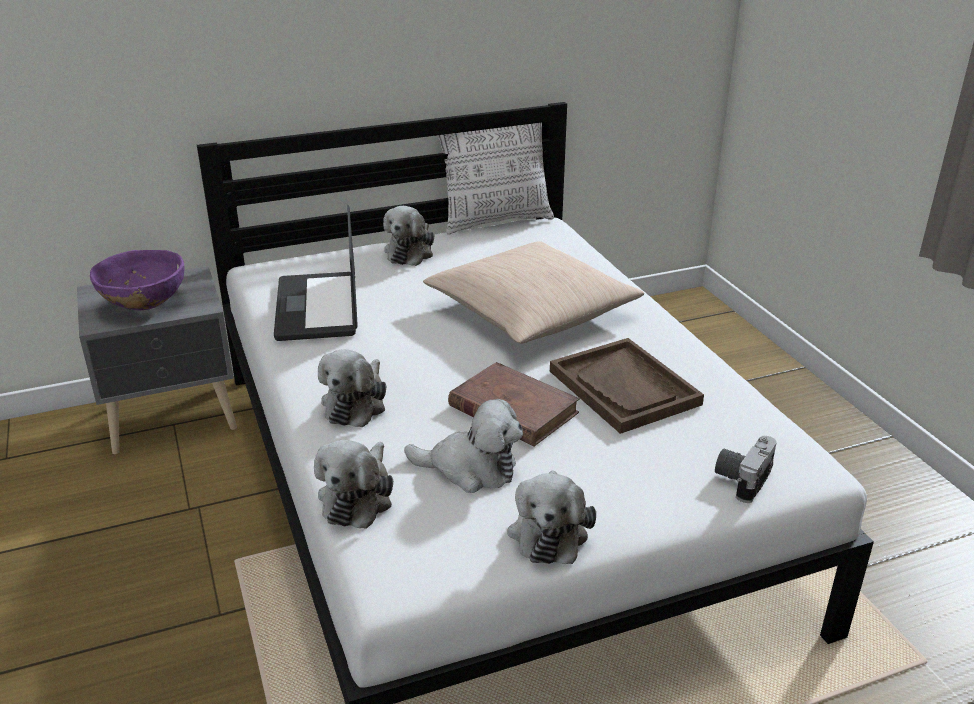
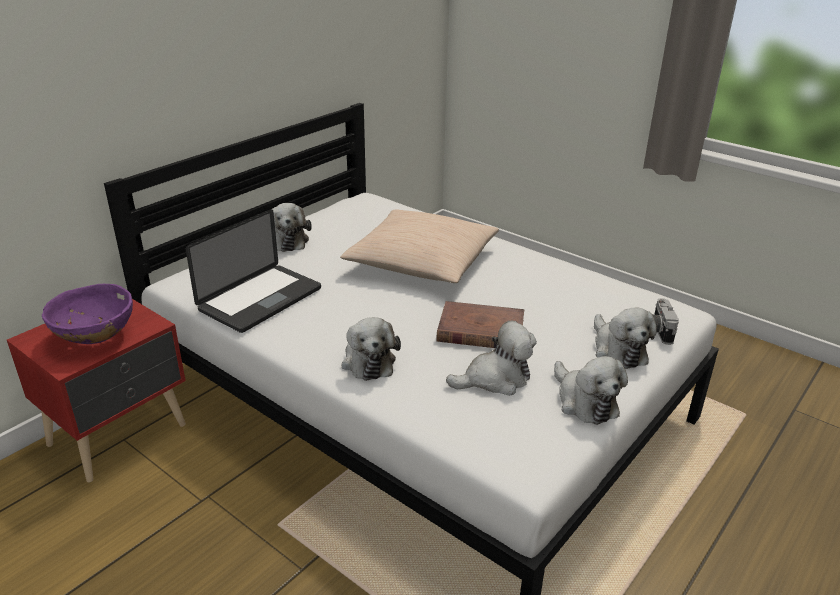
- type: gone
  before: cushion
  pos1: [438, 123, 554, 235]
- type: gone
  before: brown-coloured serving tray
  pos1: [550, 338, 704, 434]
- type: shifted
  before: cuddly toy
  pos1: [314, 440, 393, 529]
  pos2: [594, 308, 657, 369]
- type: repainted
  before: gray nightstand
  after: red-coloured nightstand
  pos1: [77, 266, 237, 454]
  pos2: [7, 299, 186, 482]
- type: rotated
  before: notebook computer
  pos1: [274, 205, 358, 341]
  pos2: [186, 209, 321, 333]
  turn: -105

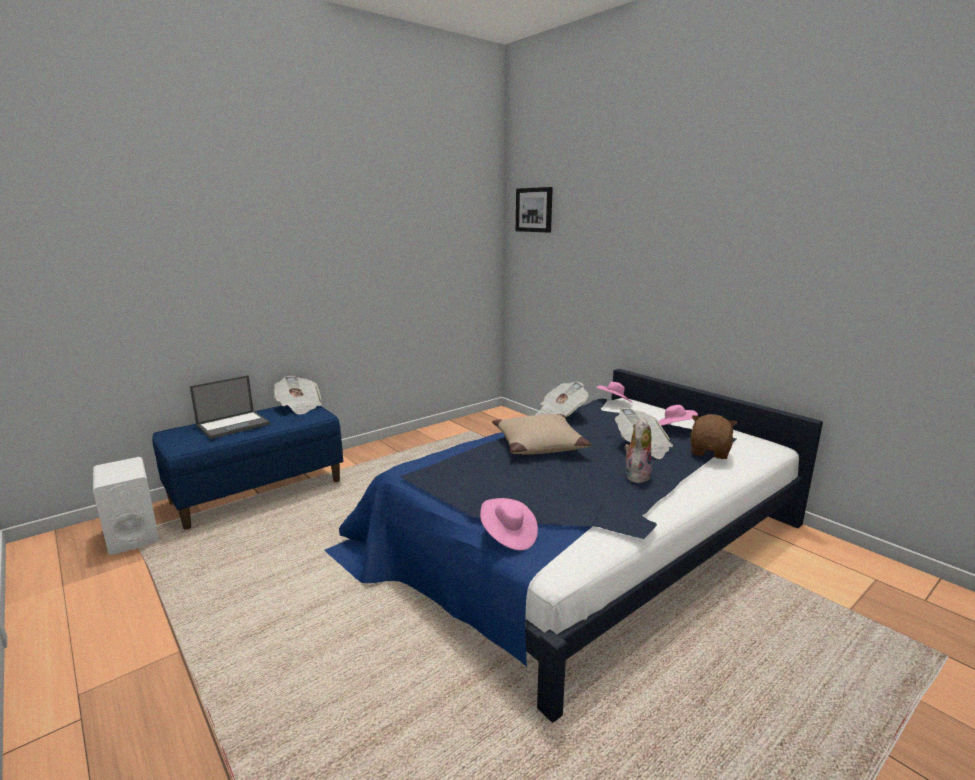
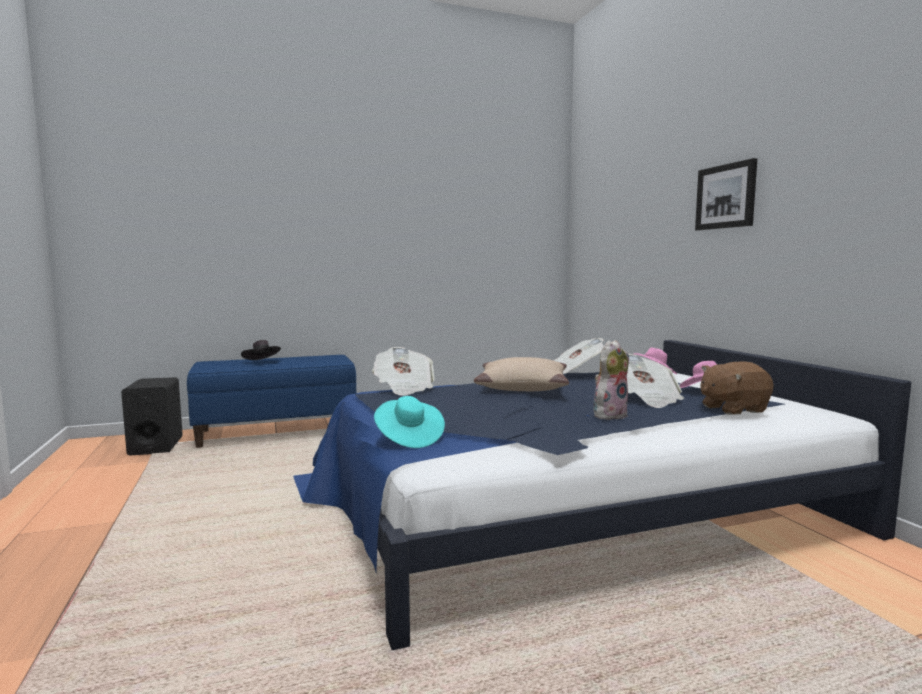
- type: shifted
  before: printed paper
  pos1: [274, 376, 322, 415]
  pos2: [372, 347, 434, 396]
- type: shifted
  before: wall picture
  pos1: [516, 187, 553, 233]
  pos2: [695, 158, 757, 230]
- type: swapped
  before: notebook computer
  after: blackish wearable hat
  pos1: [190, 375, 270, 439]
  pos2: [241, 340, 281, 360]
- type: repainted
  before: whitish audio speaker
  after: blackish audio speaker
  pos1: [93, 457, 159, 555]
  pos2: [121, 377, 183, 456]
- type: repainted
  before: pink wearable hat
  after: blue-green wearable hat
  pos1: [480, 498, 538, 550]
  pos2: [374, 396, 445, 448]
- type: rotated
  before: brown-coloured cuddly toy
  pos1: [691, 414, 737, 459]
  pos2: [700, 362, 774, 415]
  turn: -150

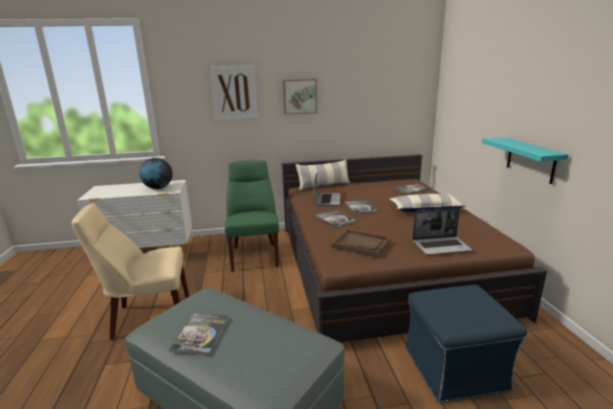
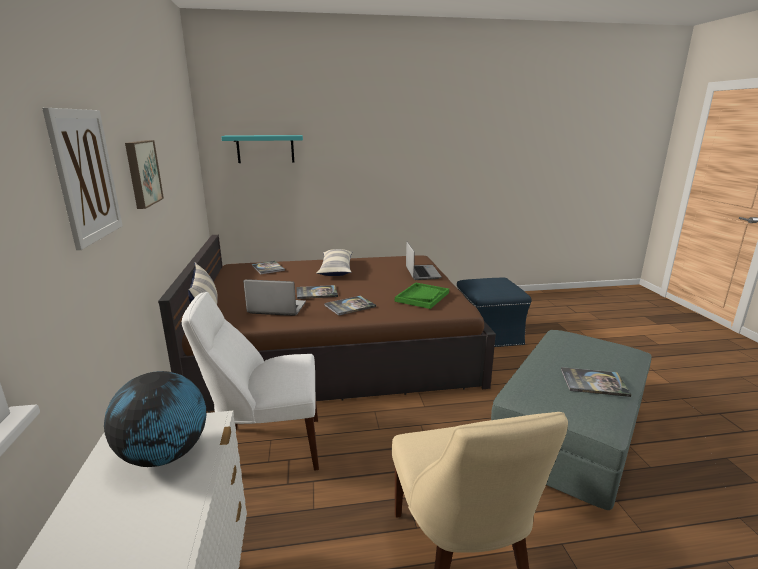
- type: shifted
  before: blue-green bracket shelf
  pos1: [482, 137, 569, 184]
  pos2: [221, 135, 303, 163]
- type: repainted
  before: green-coloured plain chair
  after: whitish plain chair
  pos1: [225, 160, 279, 272]
  pos2: [182, 292, 319, 470]
- type: repainted
  before: brown-coloured serving tray
  after: green-coloured serving tray
  pos1: [331, 229, 390, 257]
  pos2: [395, 282, 449, 309]

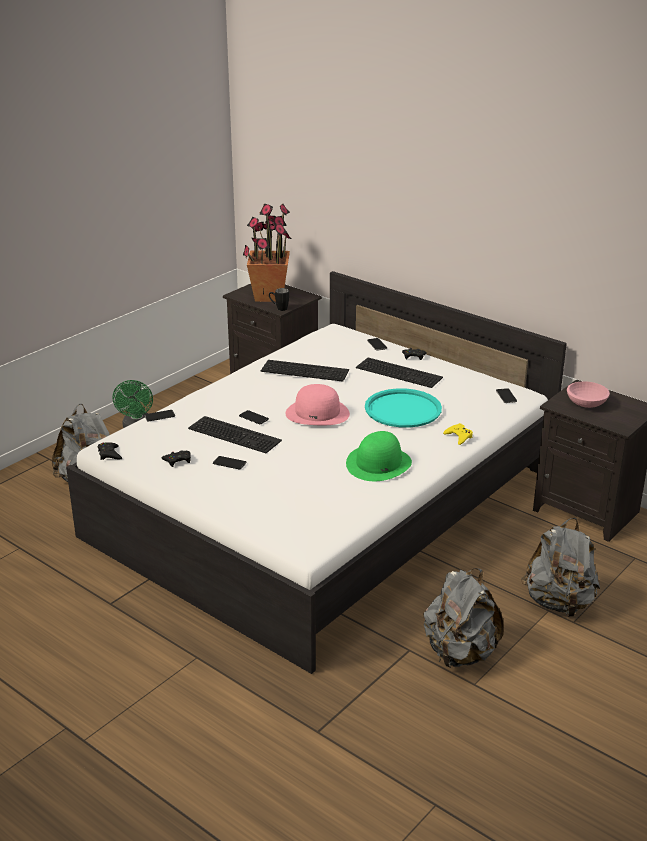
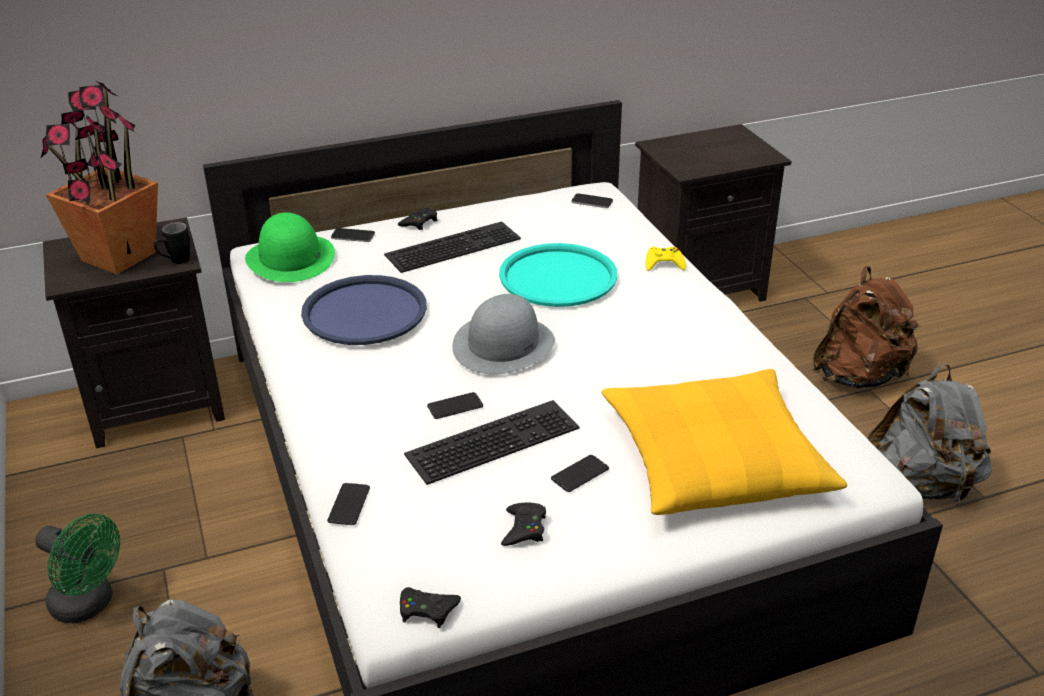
- type: gone
  before: pink bowl
  pos1: [567, 381, 610, 408]
- type: new
  after: yellow cushion
  pos2: [601, 369, 847, 515]
- type: shifted
  before: green-coloured wearable hat
  pos1: [346, 431, 412, 481]
  pos2: [245, 212, 335, 282]
- type: swapped
  before: computer keyboard
  after: bluish serving tray
  pos1: [261, 360, 349, 382]
  pos2: [301, 275, 427, 345]
- type: repainted
  before: pink wearable hat
  after: gray wearable hat
  pos1: [286, 384, 350, 425]
  pos2: [452, 294, 555, 375]
- type: repainted
  before: gray knapsack
  after: brown-coloured knapsack
  pos1: [521, 518, 600, 617]
  pos2: [813, 266, 921, 388]

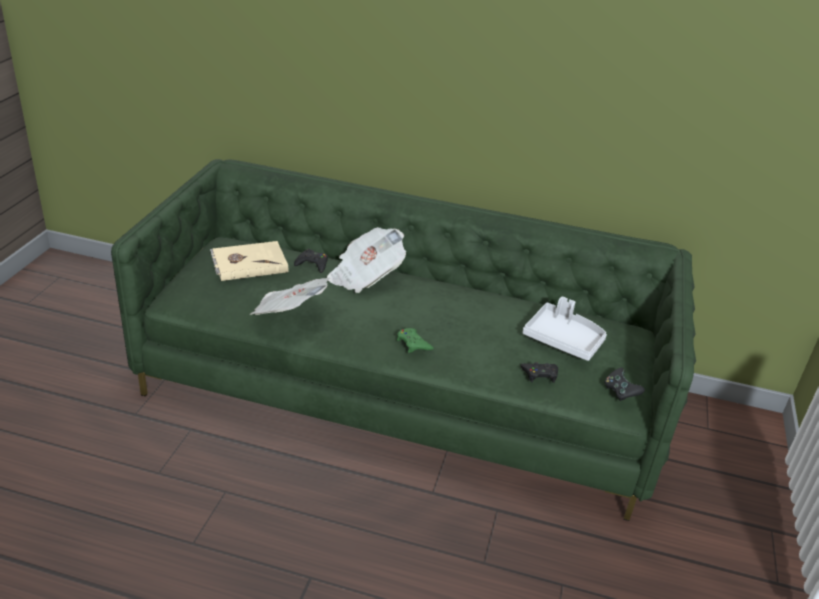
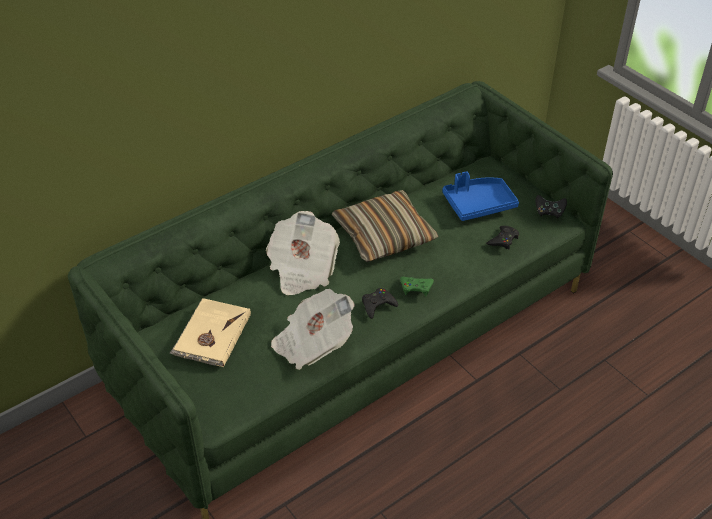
- type: new
  after: cushion
  pos2: [332, 190, 439, 262]
- type: shifted
  before: blackish gamepad
  pos1: [294, 249, 328, 273]
  pos2: [362, 288, 398, 319]
- type: repainted
  before: gray serving tray
  after: bluish serving tray
  pos1: [523, 297, 607, 361]
  pos2: [442, 171, 519, 221]

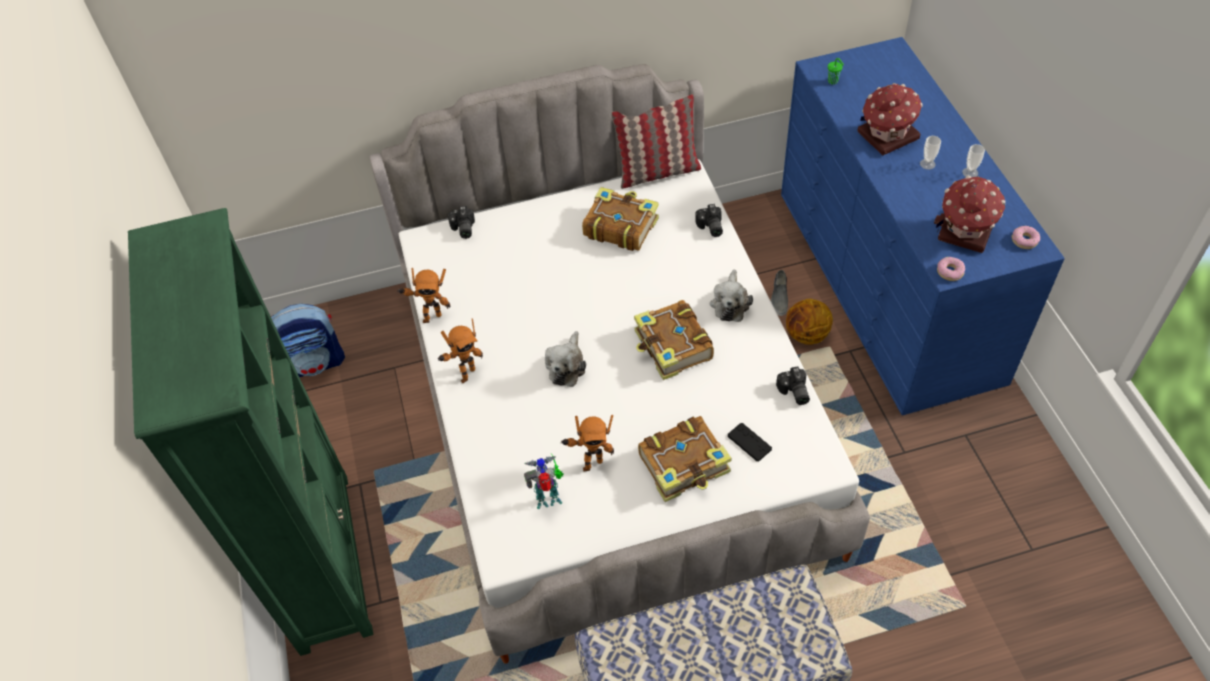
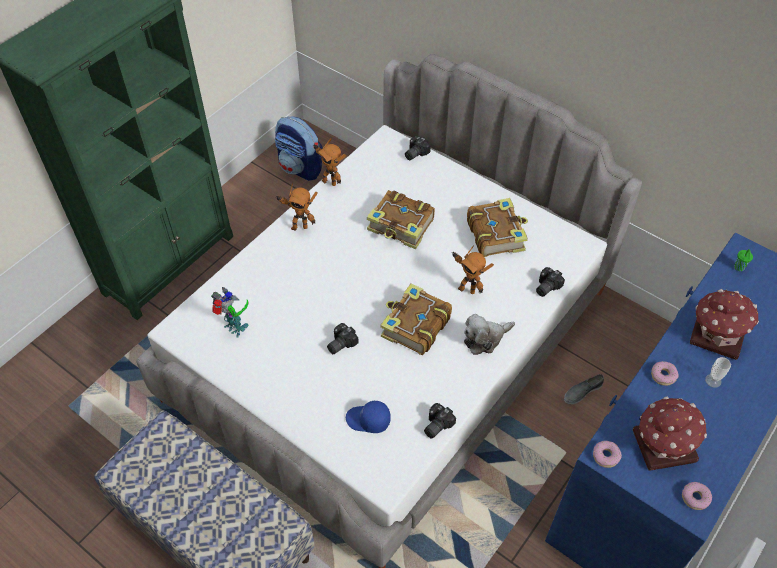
- type: gone
  before: cuddly toy
  pos1: [545, 331, 586, 387]
- type: gone
  before: cushion
  pos1: [612, 94, 701, 189]
- type: gone
  before: ball for basketball
  pos1: [786, 299, 833, 345]
- type: gone
  before: drinking cup
  pos1: [962, 144, 985, 177]
- type: new
  after: still camera
  pos2: [327, 323, 359, 354]
- type: new
  after: ring doughnut
  pos2: [651, 361, 678, 386]
- type: shifted
  before: robot figure
  pos1: [561, 415, 614, 471]
  pos2: [452, 245, 494, 294]
- type: shifted
  before: book
  pos1: [638, 416, 732, 502]
  pos2: [367, 190, 435, 249]
- type: swapped
  before: blackish gamepad
  after: bluish cap
  pos1: [728, 423, 772, 462]
  pos2: [346, 401, 391, 433]

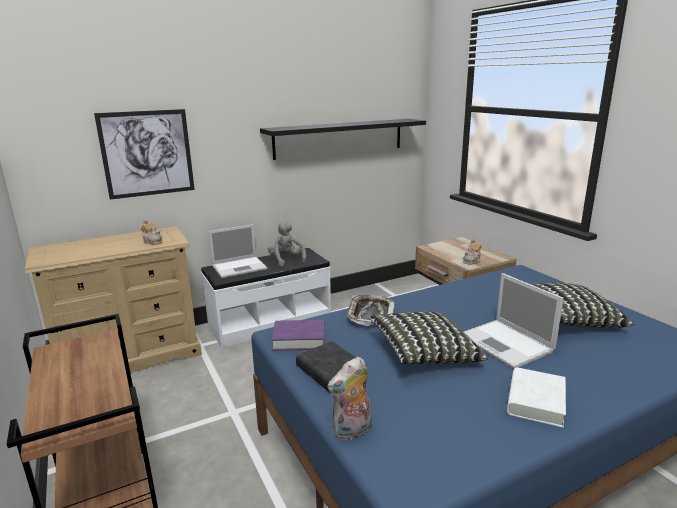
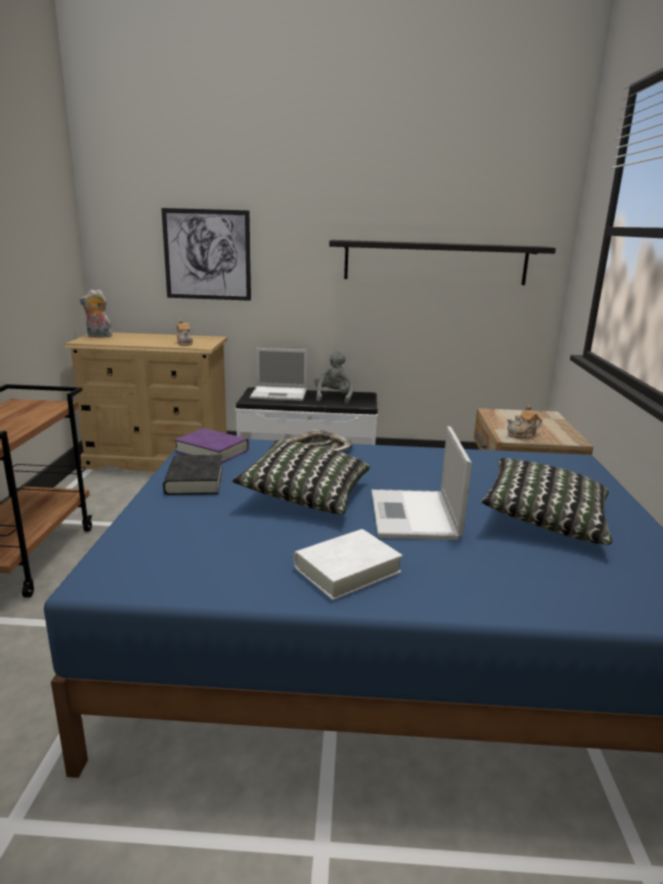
- type: shifted
  before: cuddly toy
  pos1: [327, 357, 372, 440]
  pos2: [80, 289, 112, 337]

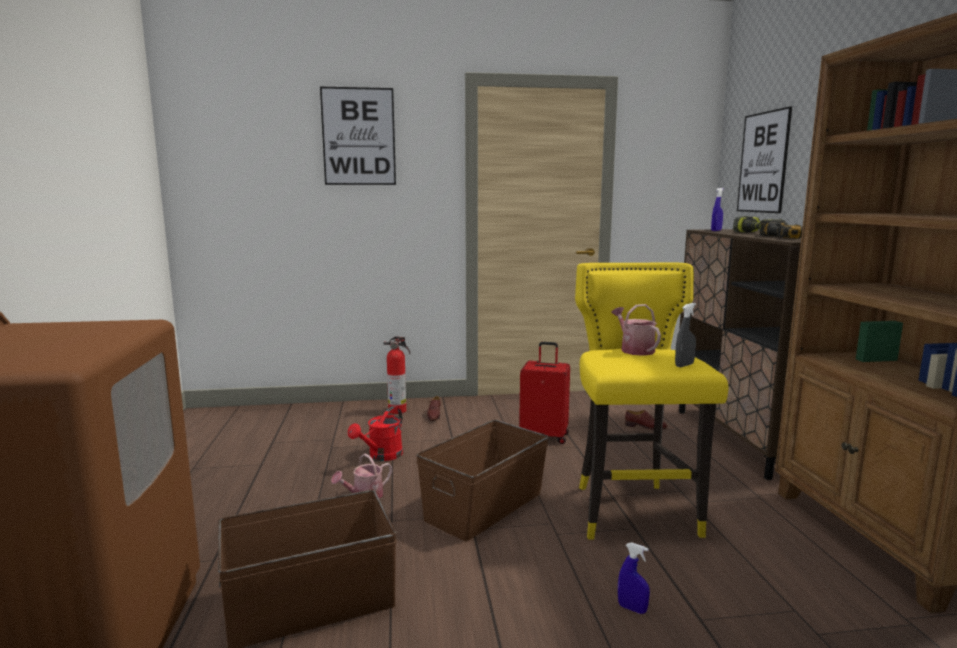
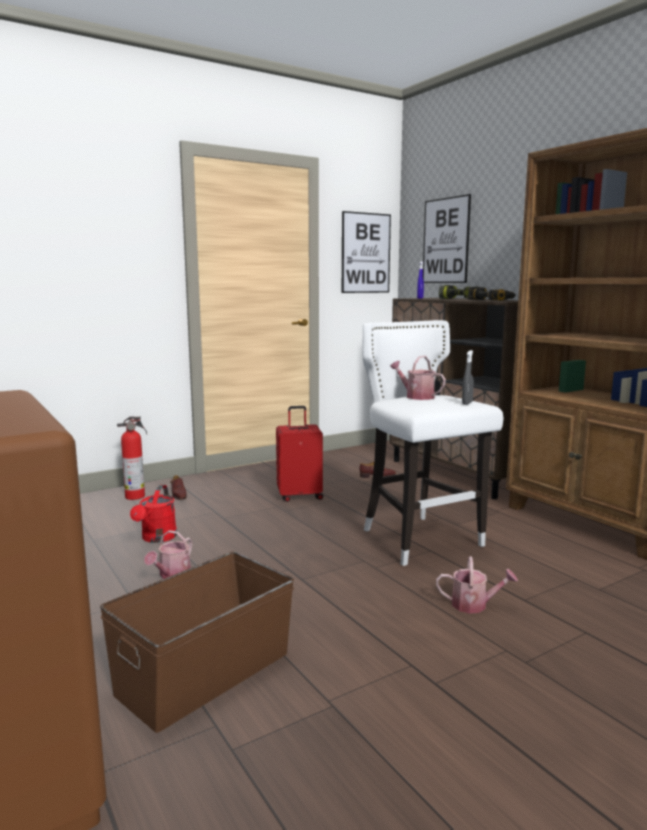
- type: gone
  before: brown-coloured storage box
  pos1: [416, 420, 549, 541]
- type: shifted
  before: wall picture
  pos1: [320, 87, 396, 185]
  pos2: [342, 211, 391, 293]
- type: swapped
  before: bluish spray bottle
  after: watering can
  pos1: [618, 542, 650, 614]
  pos2: [436, 557, 518, 614]
- type: repainted
  before: yellow stool seat
  after: whitish stool seat
  pos1: [575, 263, 728, 540]
  pos2: [363, 320, 503, 566]

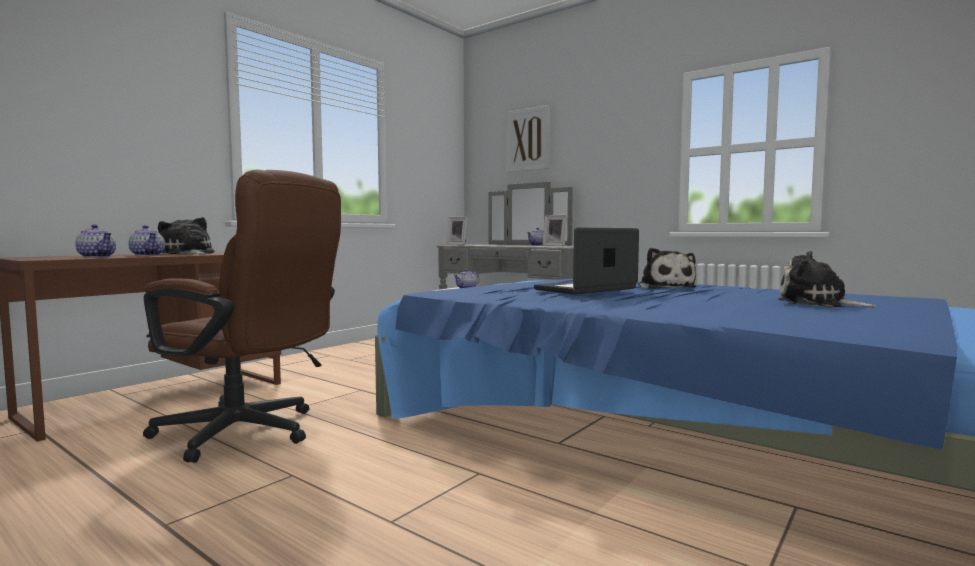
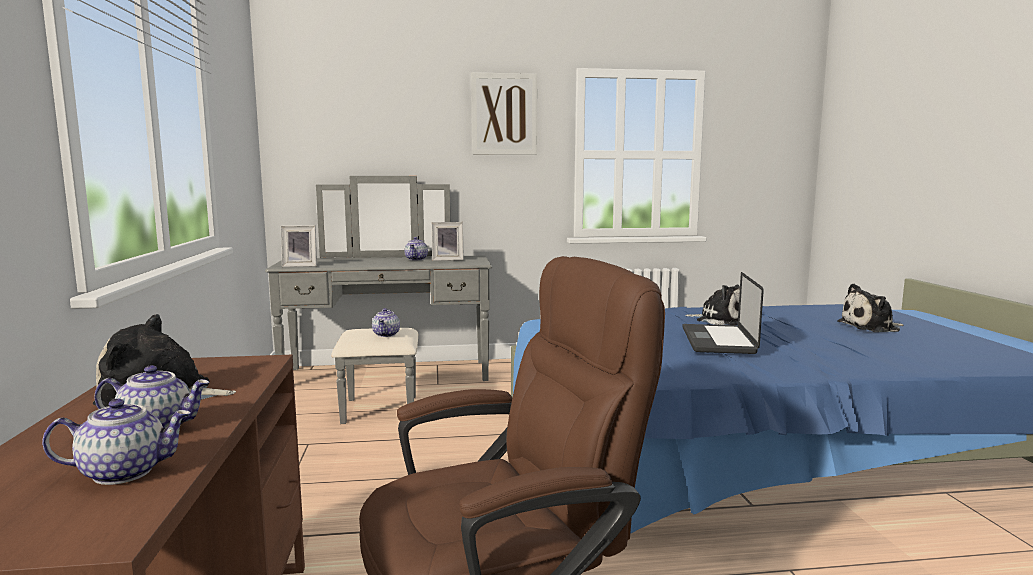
- type: shifted
  before: wall picture
  pos1: [506, 105, 550, 172]
  pos2: [471, 72, 537, 155]

